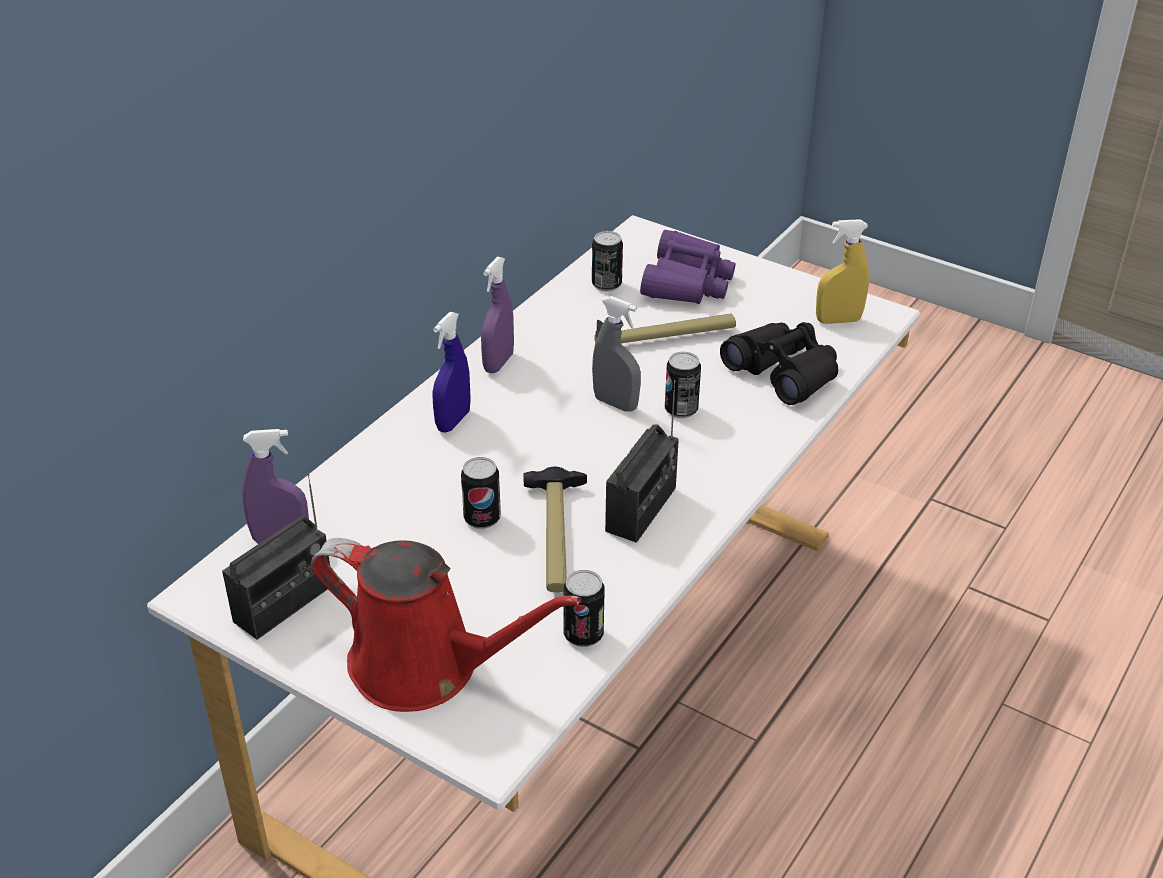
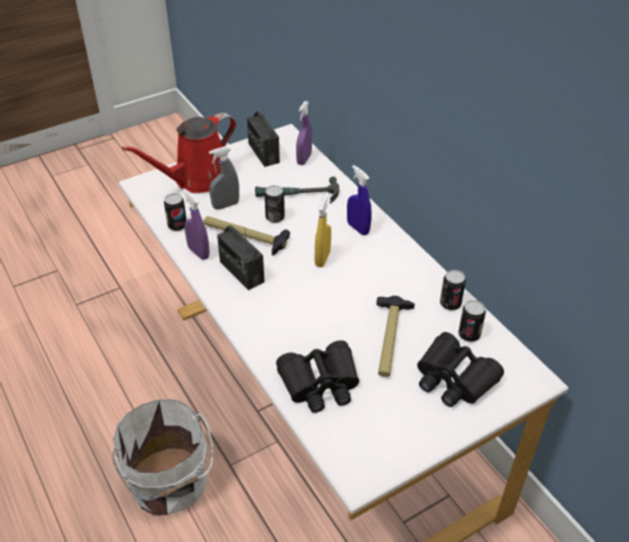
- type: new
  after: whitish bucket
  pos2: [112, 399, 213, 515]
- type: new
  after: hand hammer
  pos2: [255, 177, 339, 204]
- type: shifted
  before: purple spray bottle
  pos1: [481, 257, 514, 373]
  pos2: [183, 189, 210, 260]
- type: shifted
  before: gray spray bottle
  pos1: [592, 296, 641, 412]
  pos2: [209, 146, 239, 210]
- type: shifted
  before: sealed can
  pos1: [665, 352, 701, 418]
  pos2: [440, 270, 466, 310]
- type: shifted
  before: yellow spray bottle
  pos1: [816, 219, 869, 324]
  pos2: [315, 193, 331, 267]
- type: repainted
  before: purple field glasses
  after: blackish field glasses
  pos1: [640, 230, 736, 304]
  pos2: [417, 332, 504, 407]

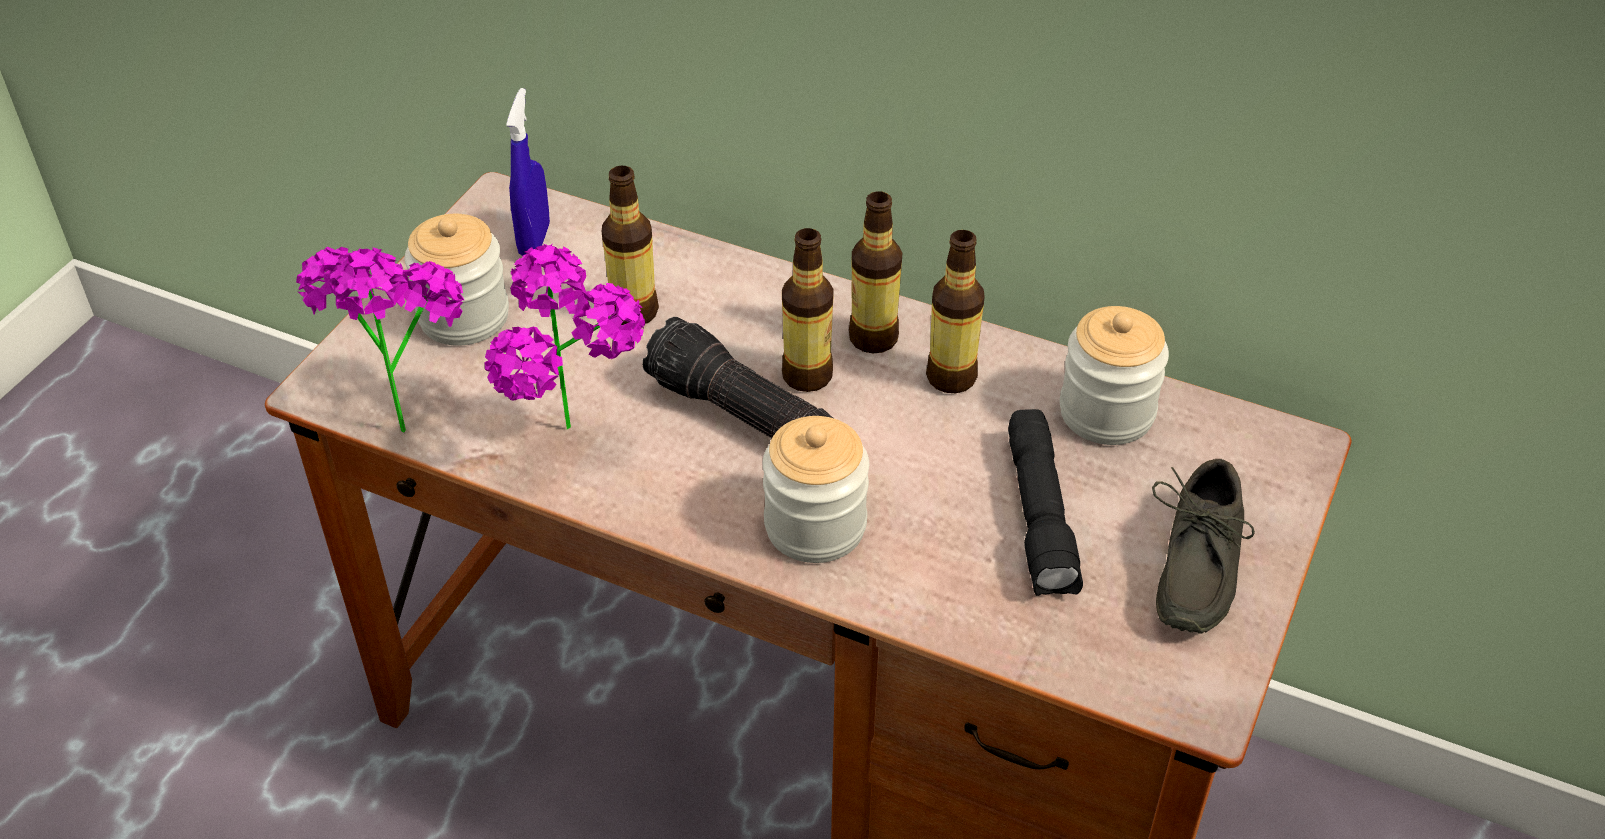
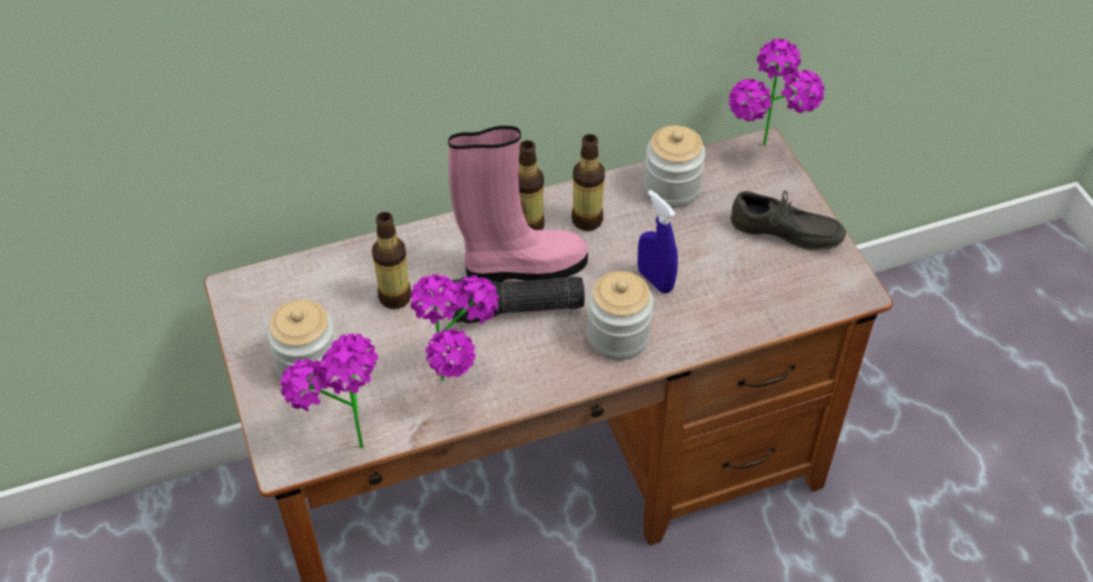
- type: gone
  before: blackish torch
  pos1: [1008, 409, 1083, 596]
- type: new
  after: plant in a pot
  pos2: [728, 38, 825, 146]
- type: shifted
  before: bluish spray bottle
  pos1: [506, 88, 550, 256]
  pos2: [638, 190, 678, 293]
- type: swapped
  before: drink bottle
  after: pink high-top boot
  pos1: [782, 228, 834, 392]
  pos2: [448, 126, 588, 282]
- type: rotated
  before: gray shoe
  pos1: [1152, 459, 1255, 634]
  pos2: [731, 190, 846, 250]
  turn: -45

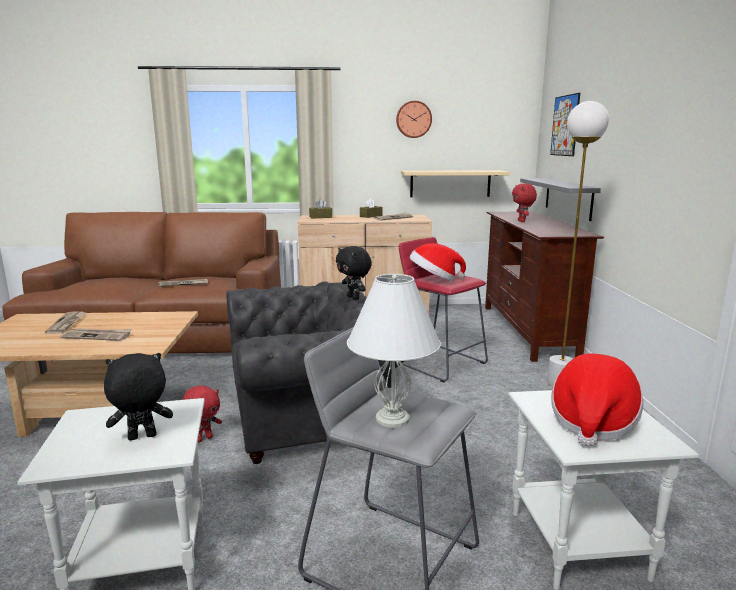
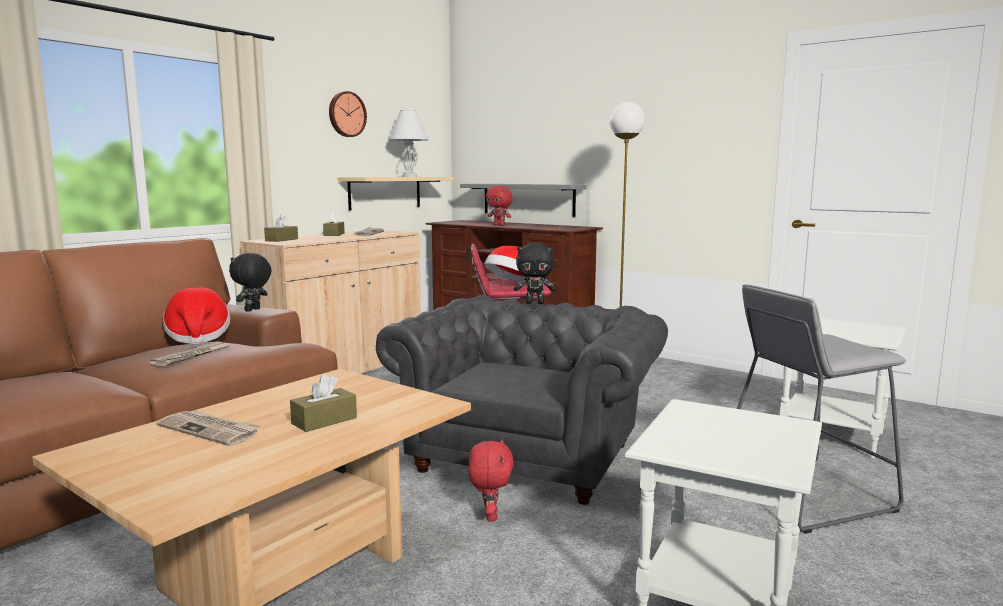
- type: gone
  before: wall picture
  pos1: [550, 93, 580, 156]
- type: shifted
  before: blackish cuddly toy
  pos1: [104, 353, 173, 440]
  pos2: [229, 253, 272, 312]
- type: shifted
  before: whitish tabletop lamp
  pos1: [347, 274, 441, 428]
  pos2: [388, 109, 429, 177]
- type: shifted
  before: wearable hat
  pos1: [551, 353, 643, 446]
  pos2: [163, 288, 230, 345]
- type: swapped
  before: printed paper
  after: brown-coloured tissue holder
  pos1: [60, 328, 132, 341]
  pos2: [290, 374, 357, 432]

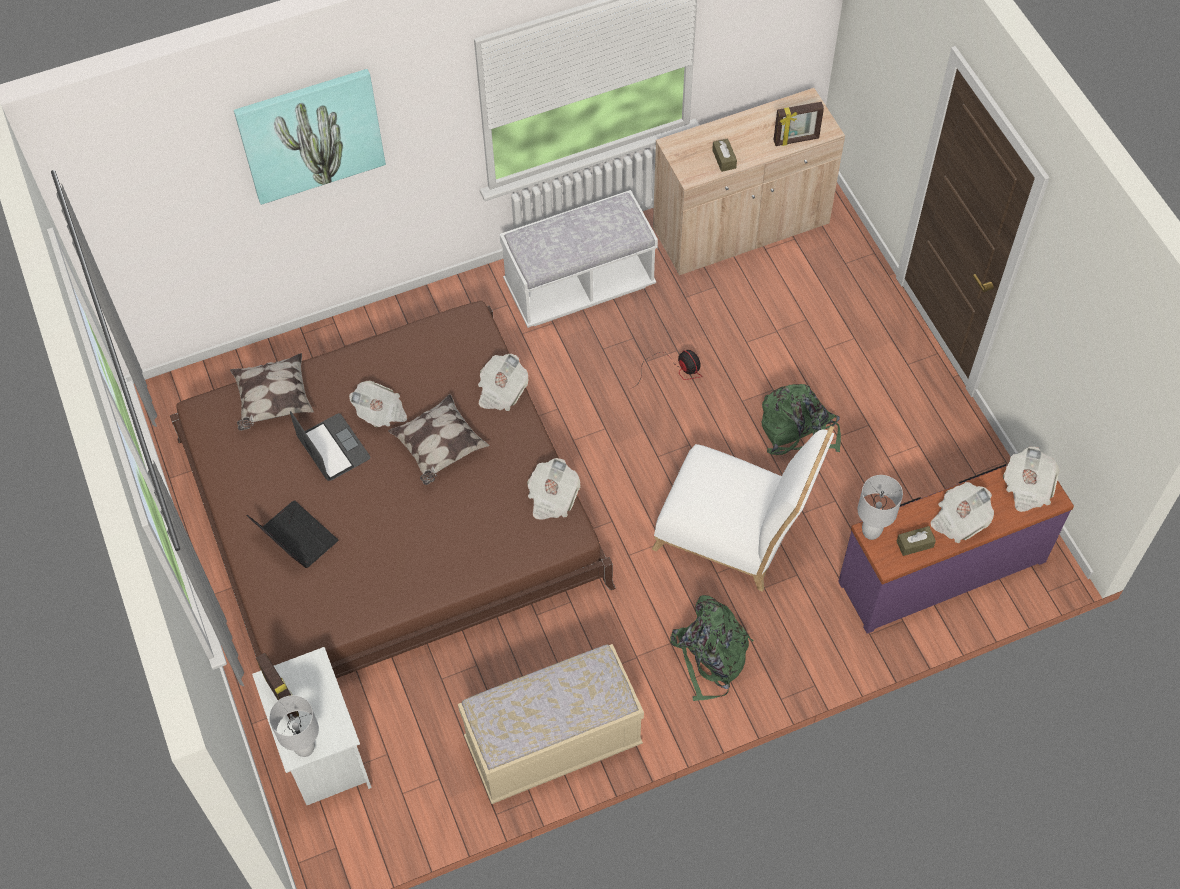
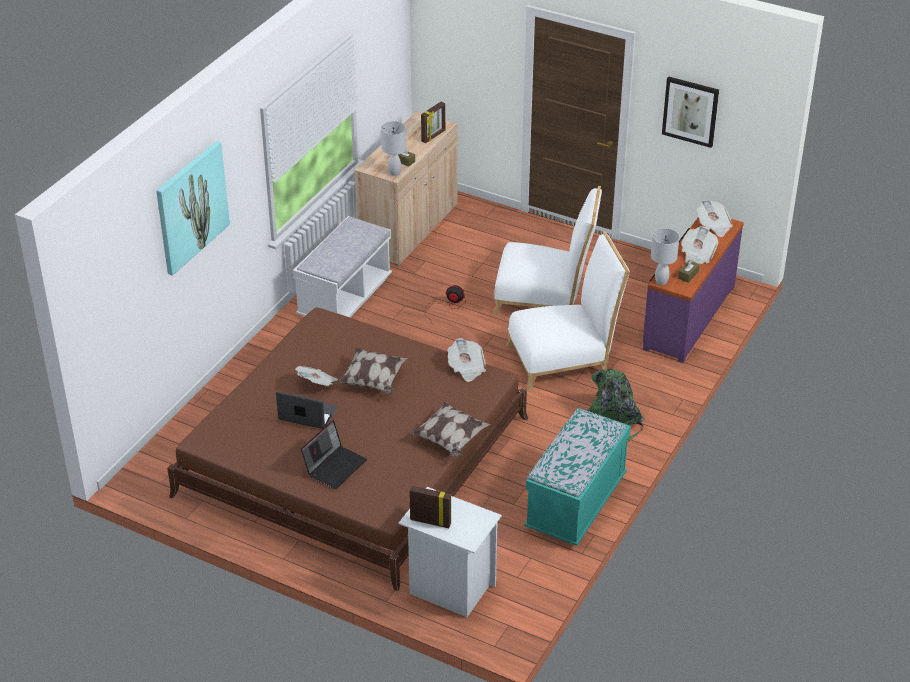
- type: gone
  before: printed paper
  pos1: [478, 354, 529, 411]
- type: new
  after: wall picture
  pos2: [662, 76, 719, 148]
- type: shifted
  before: cushion
  pos1: [230, 353, 314, 431]
  pos2: [411, 402, 491, 458]
- type: shifted
  before: whitish tabletop lamp
  pos1: [269, 695, 319, 757]
  pos2: [381, 121, 406, 176]
- type: swapped
  before: green-coloured knapsack
  after: whitish plain chair
  pos1: [761, 384, 841, 455]
  pos2: [493, 186, 602, 316]
- type: repainted
  before: sand-coloured indoor bench
  after: blue-green indoor bench
  pos1: [458, 644, 644, 804]
  pos2: [524, 408, 631, 546]
- type: rotated
  before: notebook computer
  pos1: [247, 500, 338, 568]
  pos2: [301, 420, 367, 489]
  turn: 120

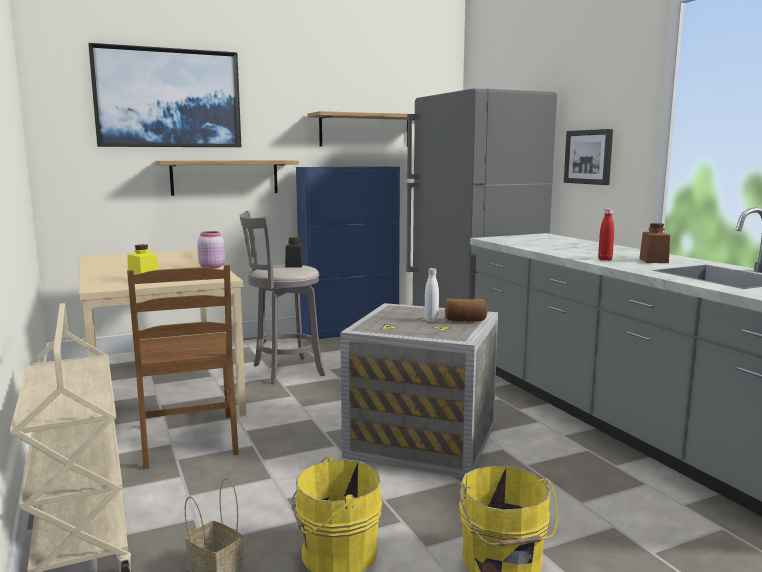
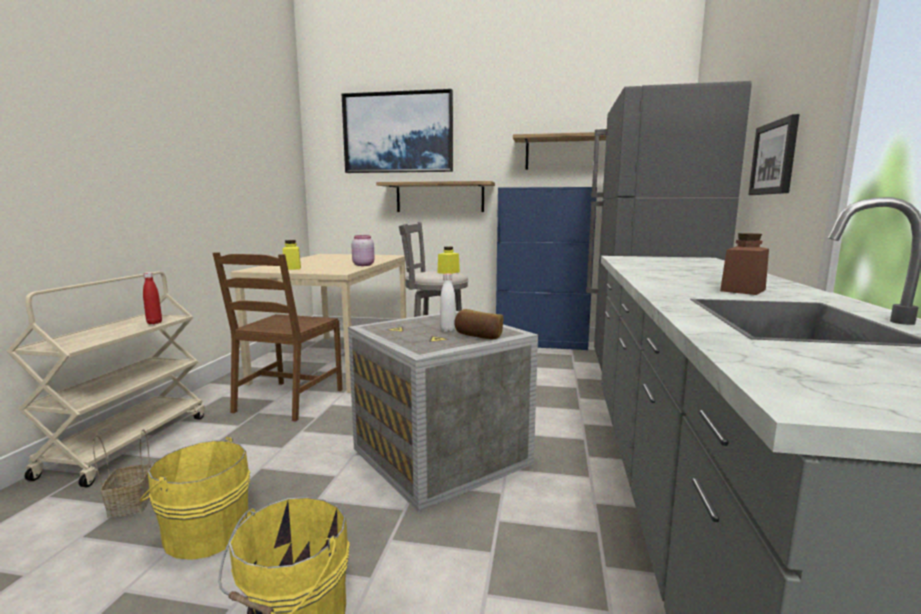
- type: shifted
  before: red-coloured drink bottle
  pos1: [598, 208, 614, 261]
  pos2: [143, 272, 162, 324]
- type: repainted
  before: blackish preserve jar
  after: yellow preserve jar
  pos1: [285, 237, 304, 268]
  pos2: [437, 247, 460, 274]

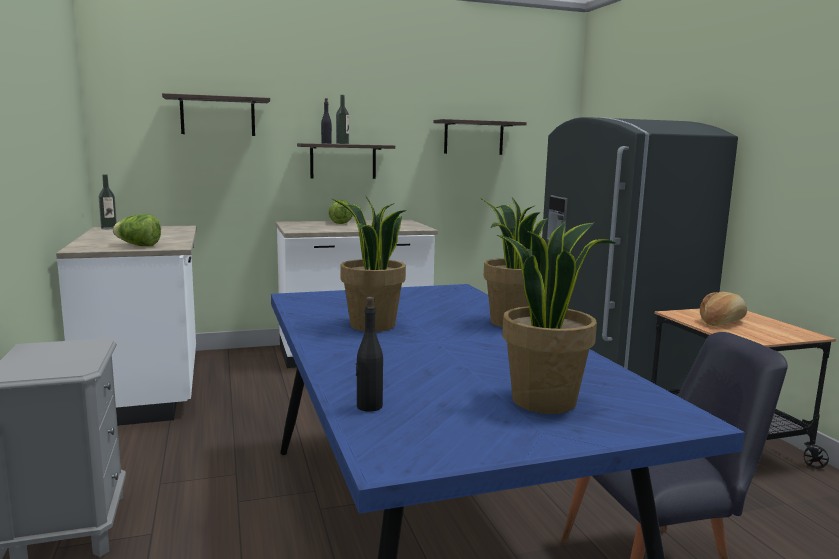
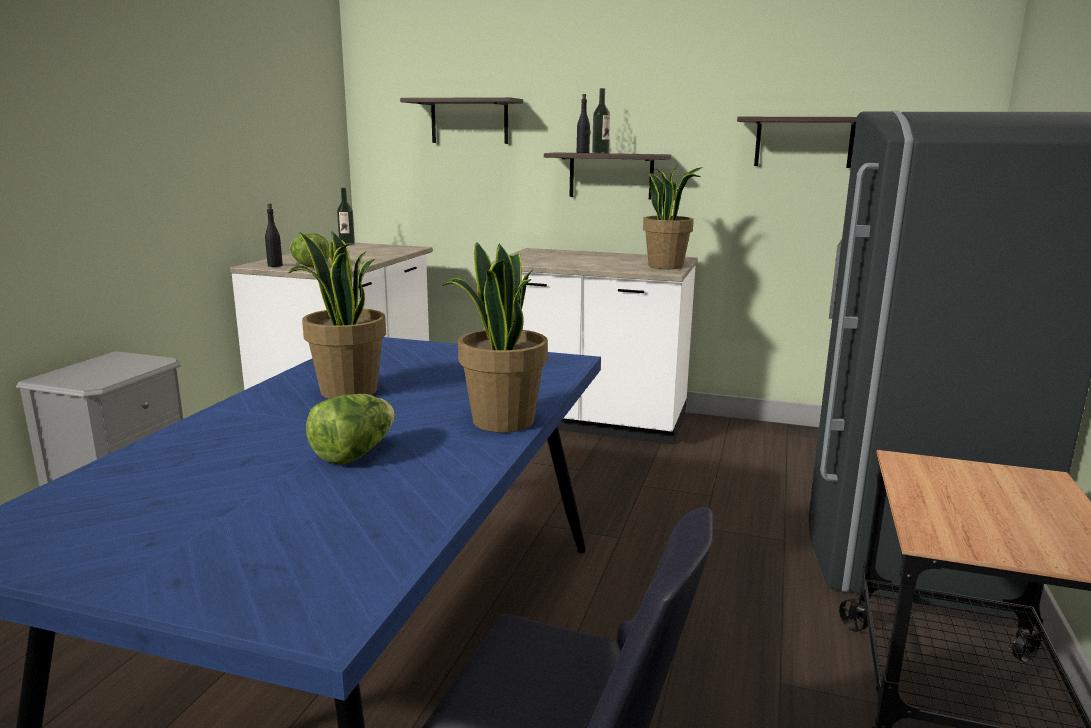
- type: gone
  before: baked bread
  pos1: [700, 292, 747, 326]
- type: shifted
  before: lettuce head
  pos1: [329, 200, 353, 224]
  pos2: [306, 394, 395, 465]
- type: shifted
  before: blackish drink bottle
  pos1: [356, 297, 383, 412]
  pos2: [265, 204, 283, 267]
- type: shifted
  before: plant in a pot
  pos1: [497, 221, 617, 414]
  pos2: [643, 165, 703, 269]

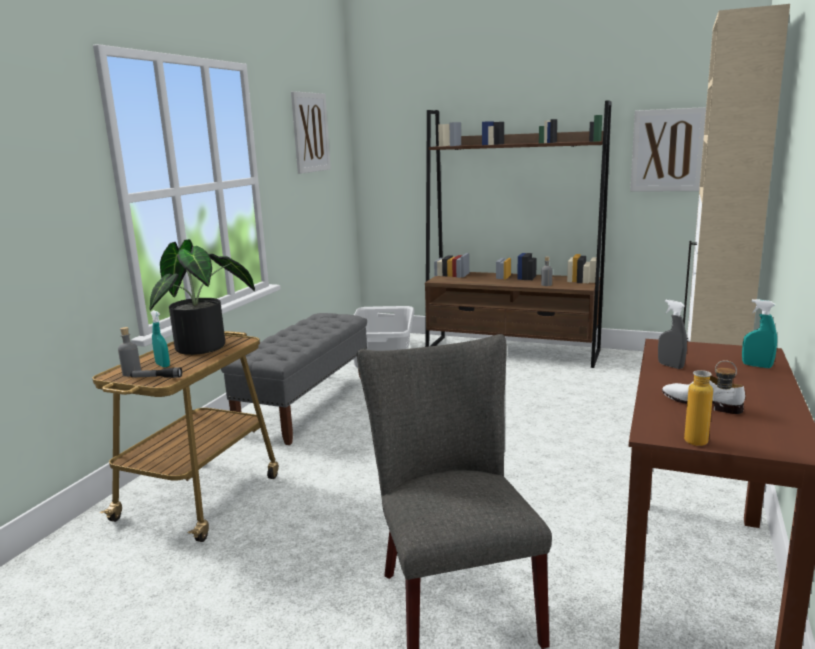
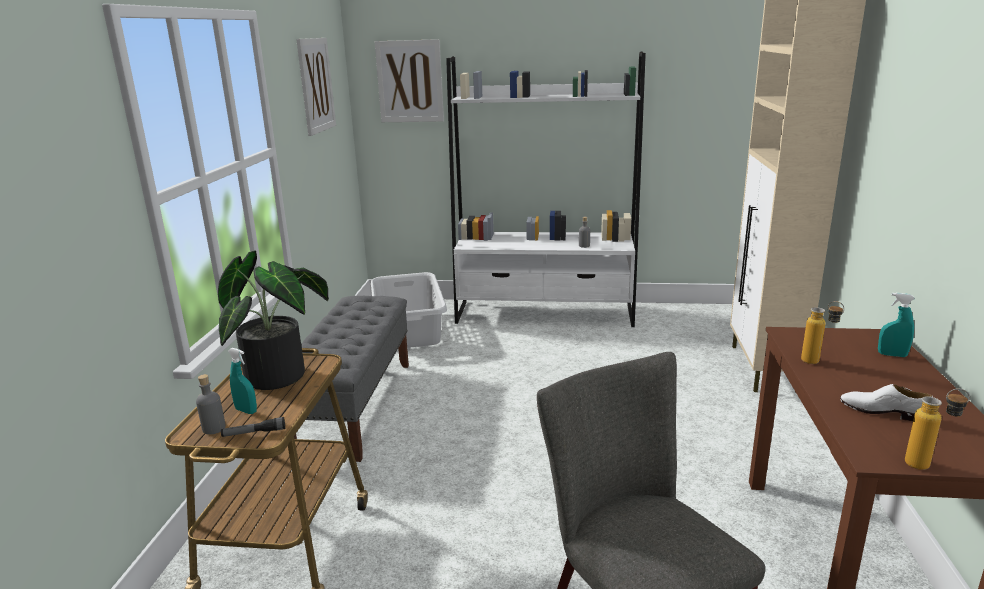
- type: shifted
  before: wall picture
  pos1: [630, 107, 706, 192]
  pos2: [375, 39, 444, 122]
- type: swapped
  before: gray spray bottle
  after: drink bottle
  pos1: [658, 300, 687, 369]
  pos2: [801, 301, 844, 364]
- type: repainted
  before: brown-coloured bookcase
  after: whitish bookcase
  pos1: [425, 100, 612, 368]
  pos2: [446, 51, 646, 327]

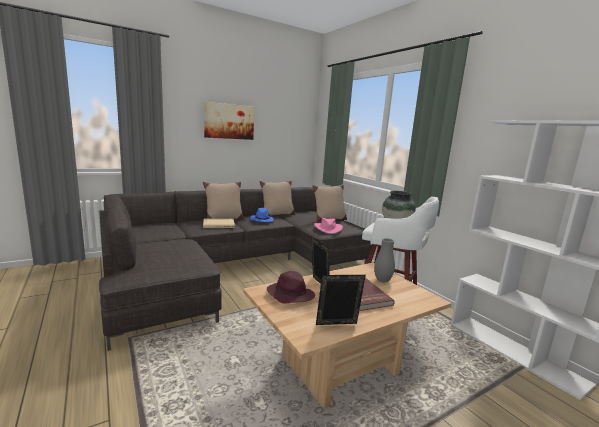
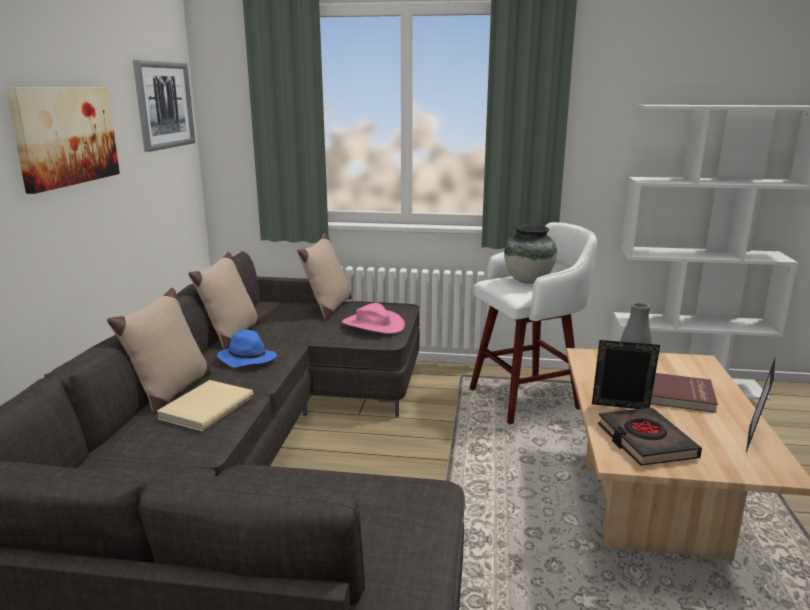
- type: new
  after: wall picture
  pos2: [133, 60, 195, 152]
- type: swapped
  before: purple wearable hat
  after: blackish book
  pos1: [267, 271, 315, 303]
  pos2: [598, 408, 702, 466]

